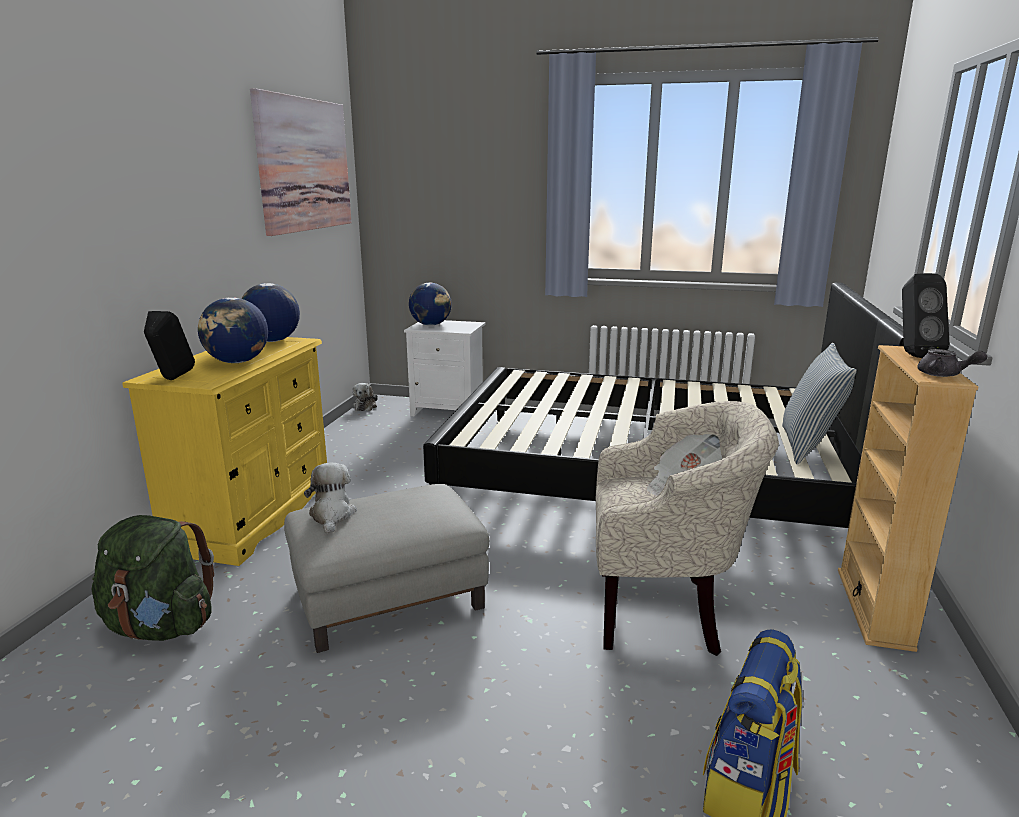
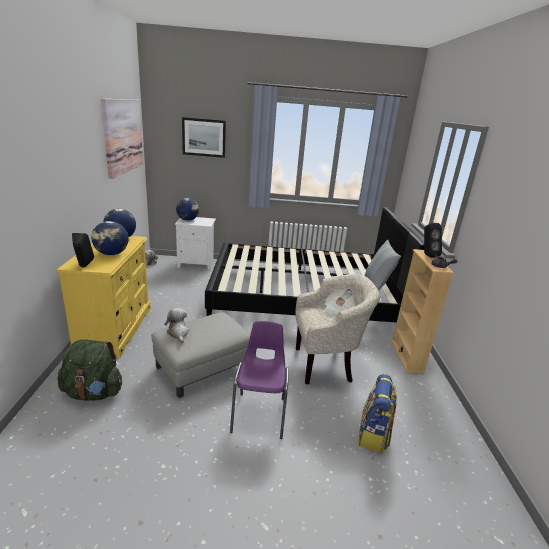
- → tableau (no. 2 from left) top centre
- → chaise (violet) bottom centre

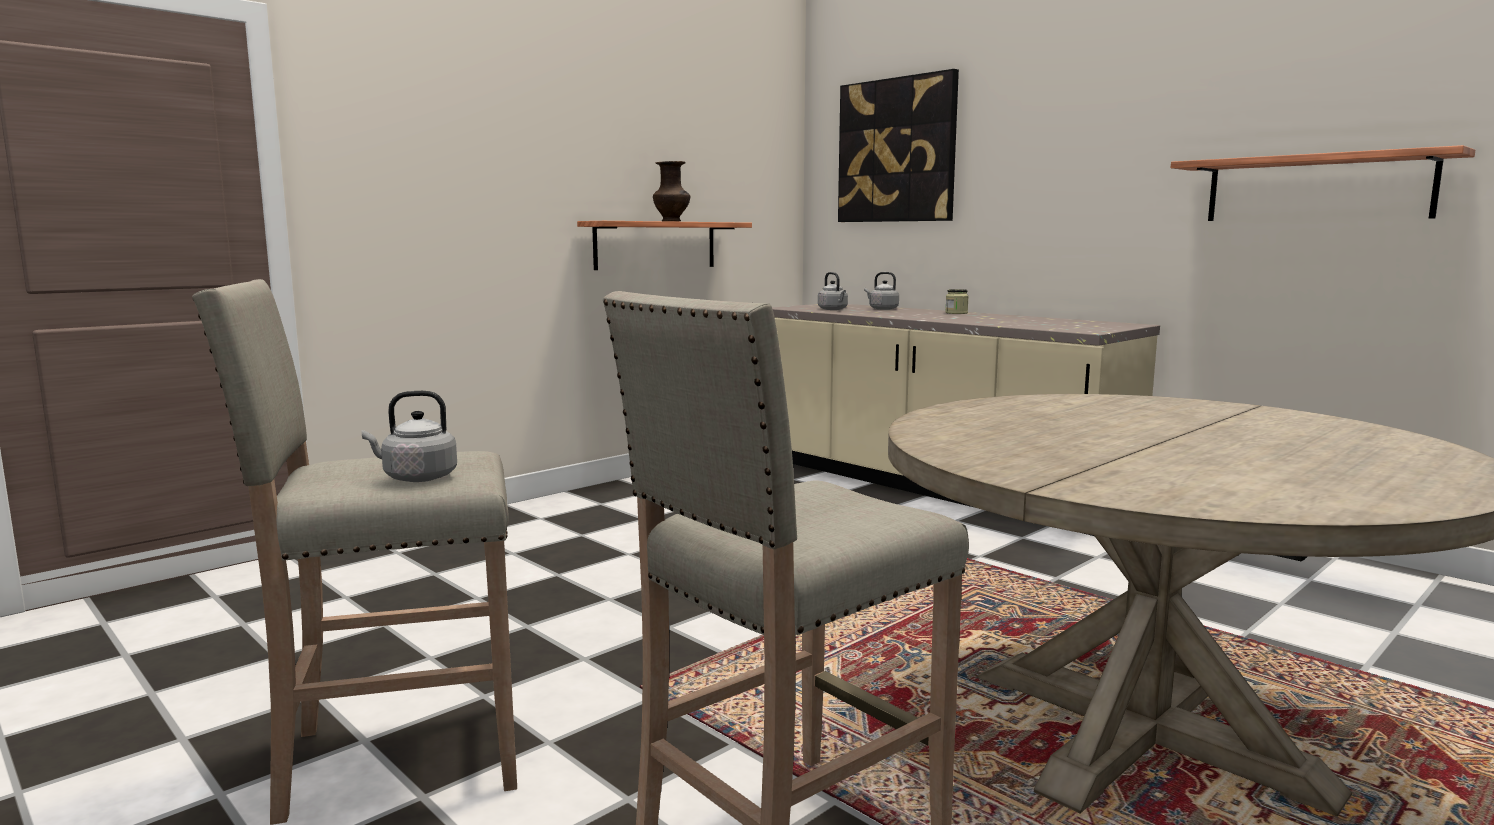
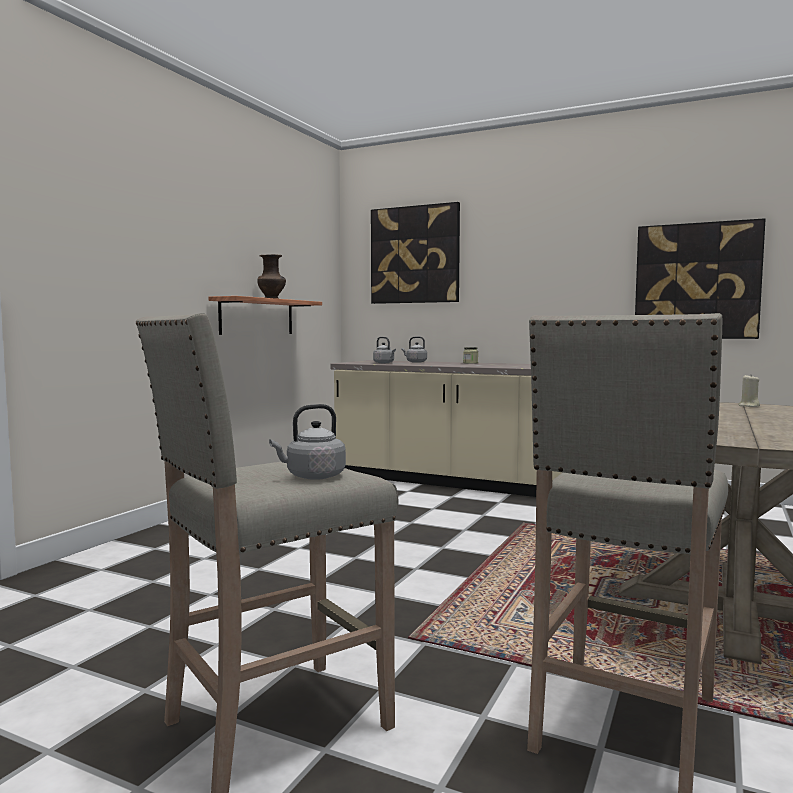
étagère (no. 2 from left) top right → tableau (no. 2 from left) middle right
- → bougie (beige) middle right

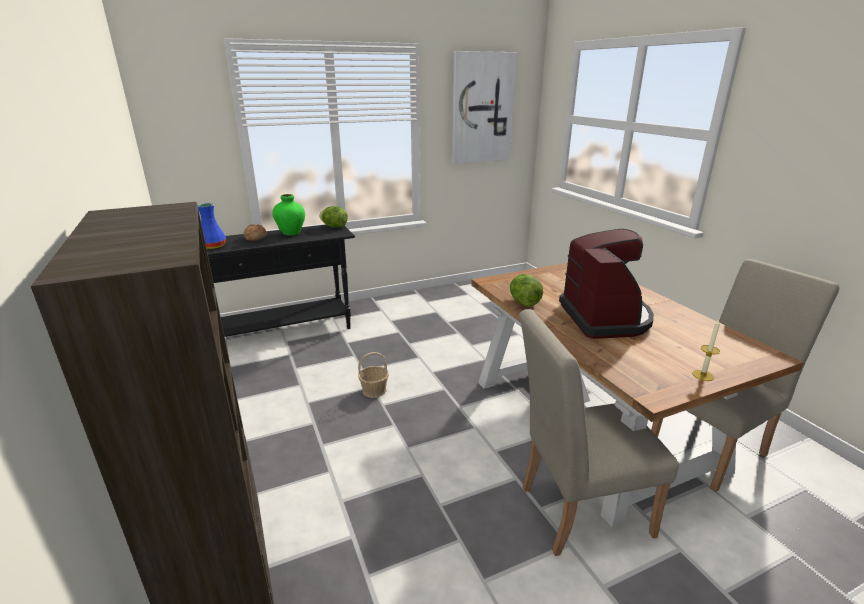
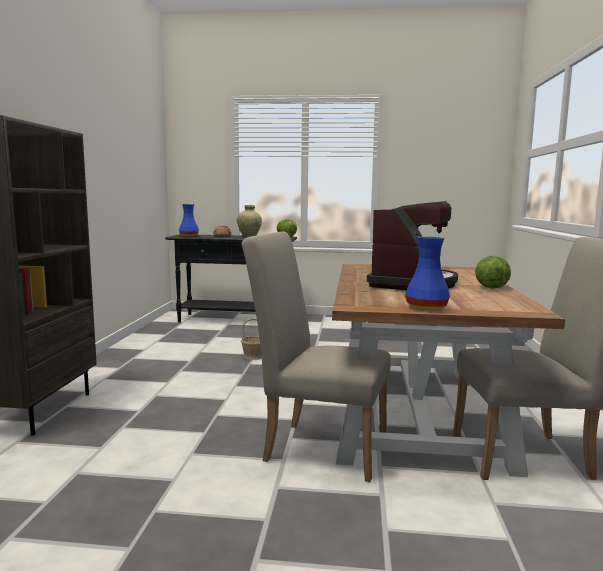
tableau top centre → -
vase (vert) centre → vase (beige) centre
laitue (no. 2 from left) centre → laitue (no. 2 from left) middle right, shifted
bougie middle right → vase (bleu) (no. 2 from left) middle right

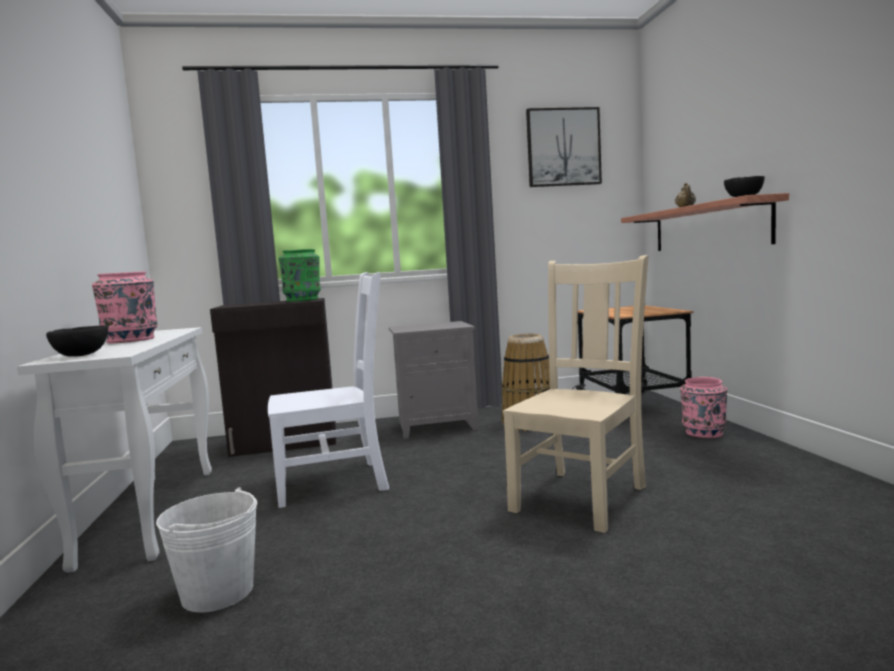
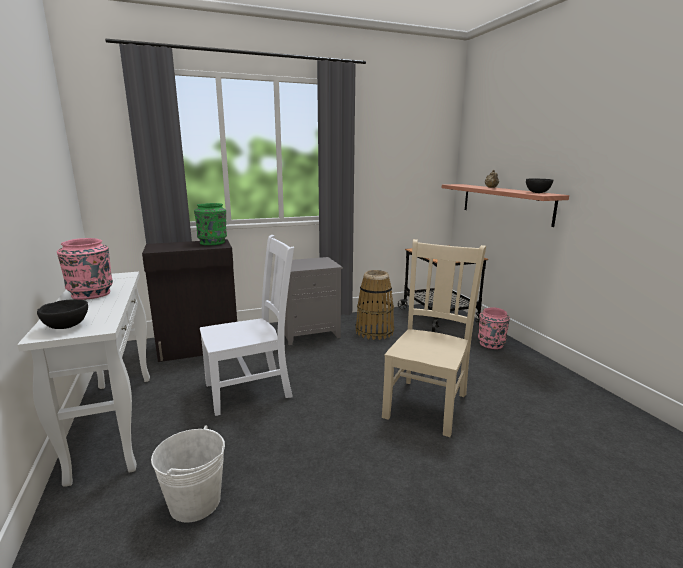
tableau top centre → -

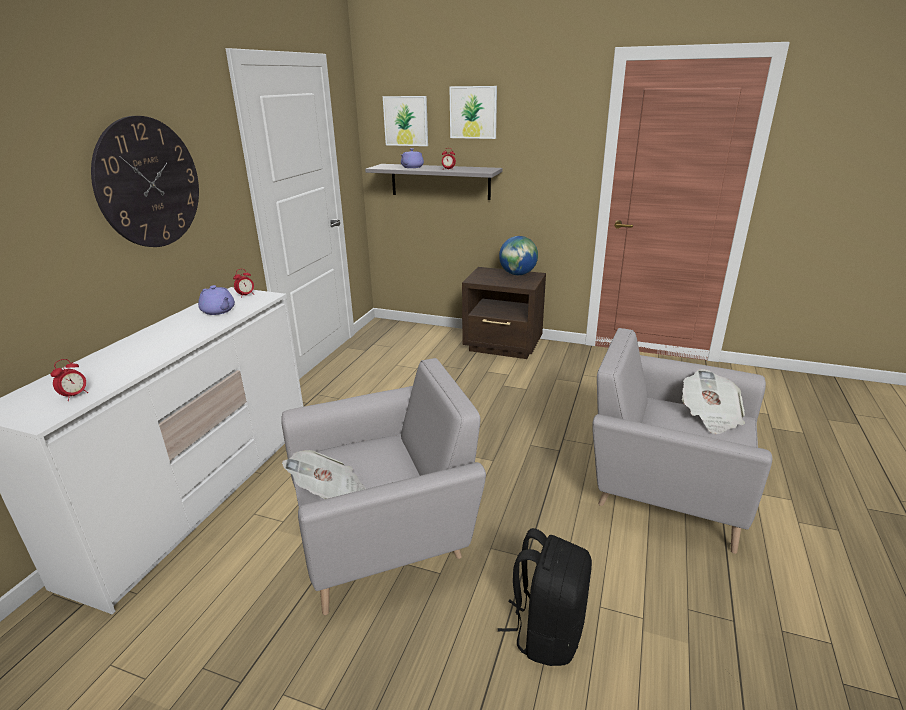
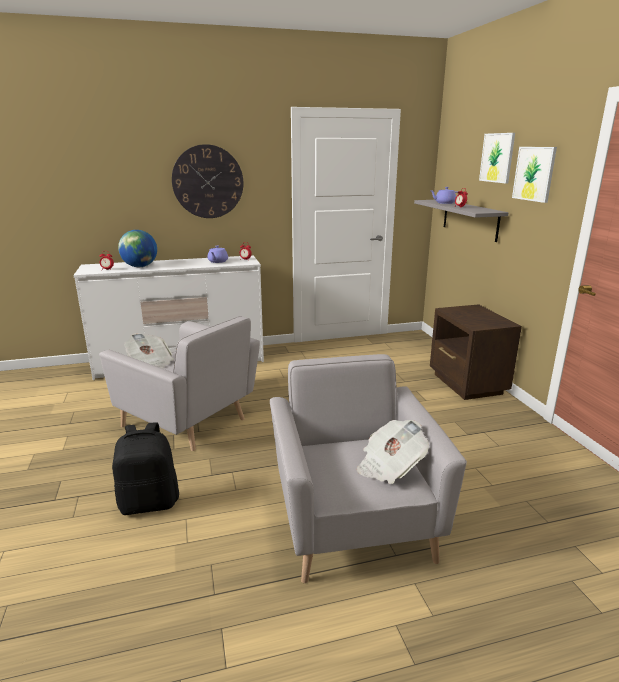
tableau (no. 1 from left in the first image) top centre → tableau (no. 2 from left) top right, shifted
globe centre → globe middle left, shifted

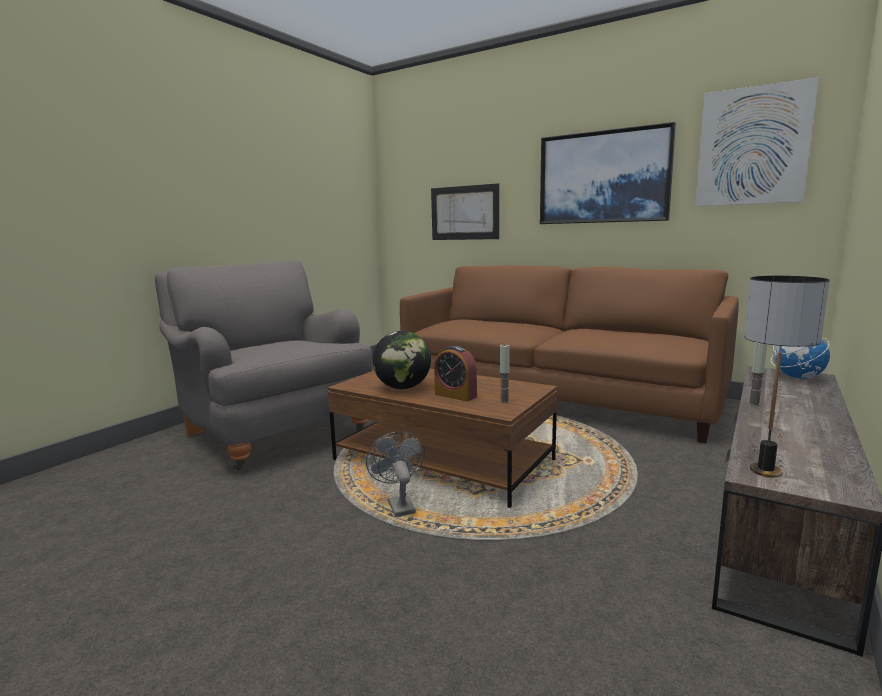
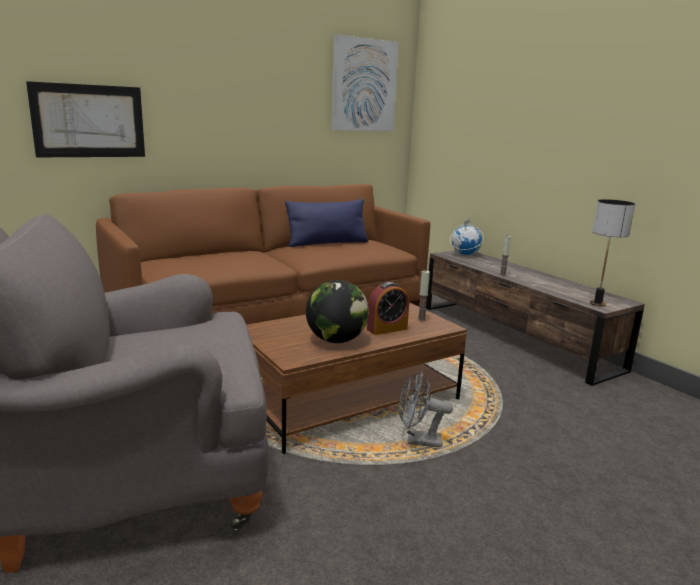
tableau (no. 2 from left) top right → -
- → coussin (bleu) centre

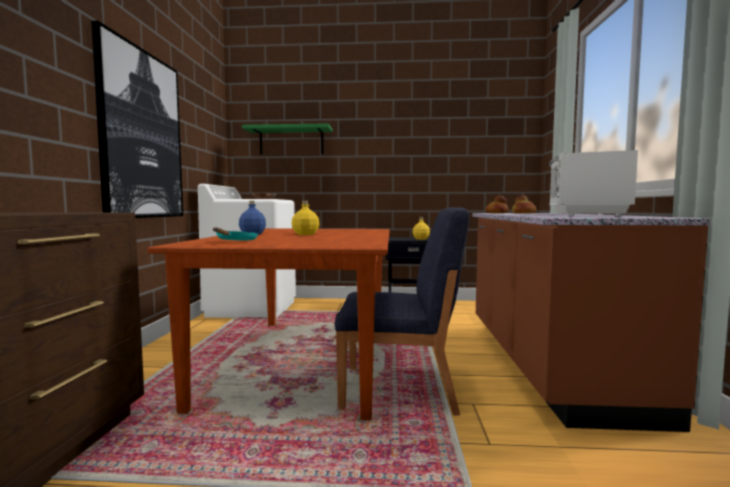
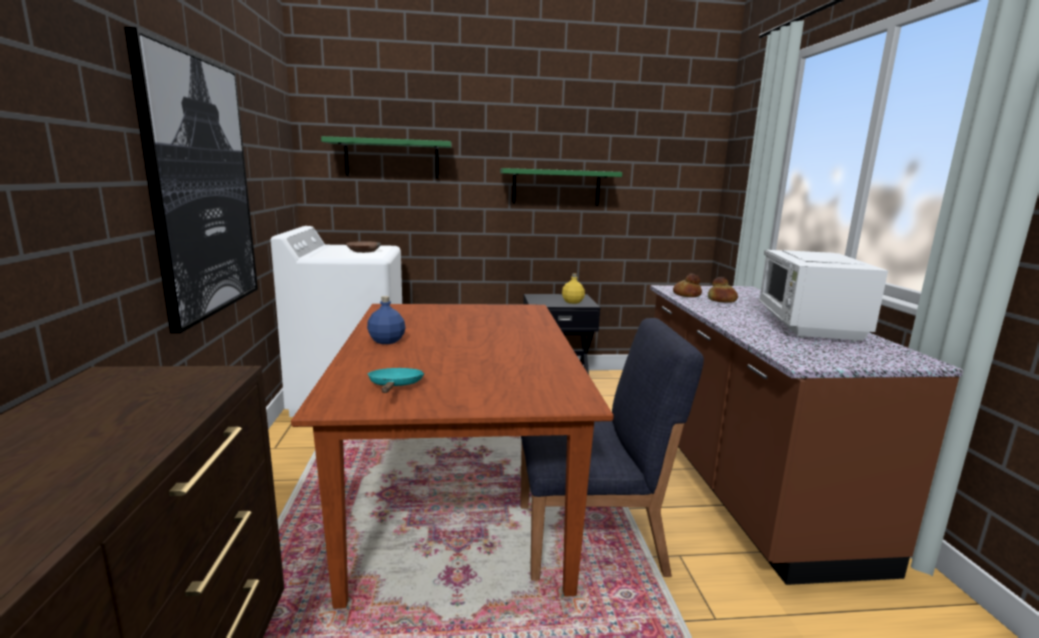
bouteille (jaune) (no. 1 from left) centre → -
- → étagère (vert) (no. 2 from left) top centre

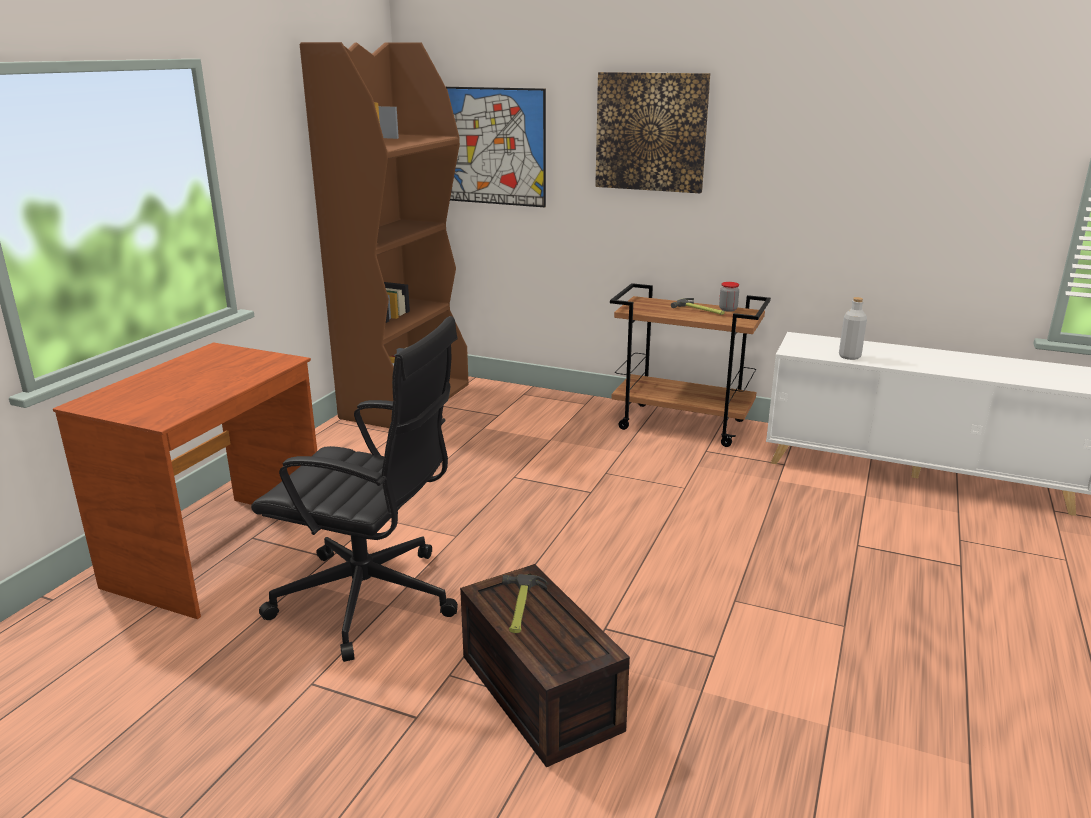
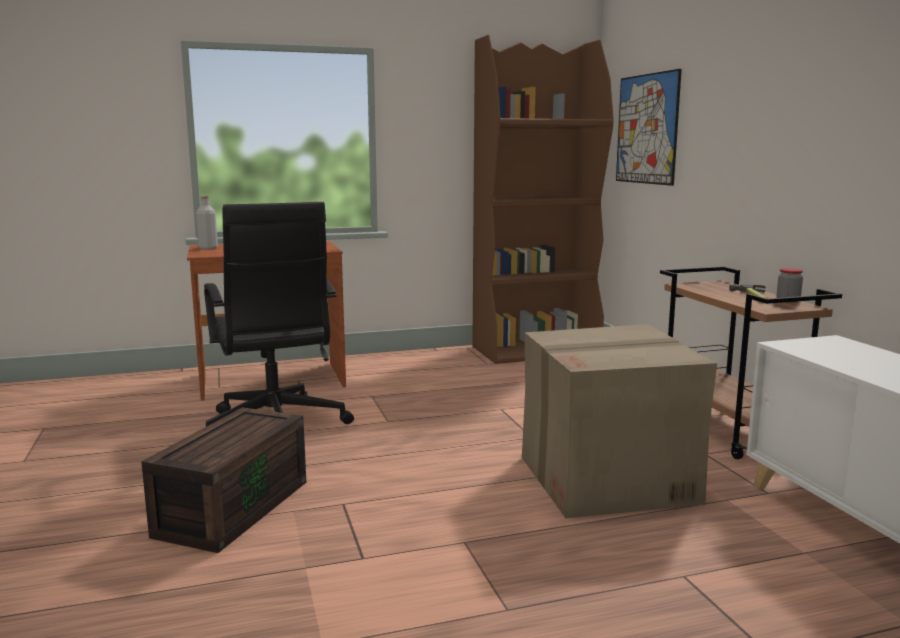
tableau (no. 2 from left) top centre → -
bouteille (gris) middle right → bouteille (gris) middle left, shifted
marteau (no. 1 from left) bottom centre → -
- → carton middle right

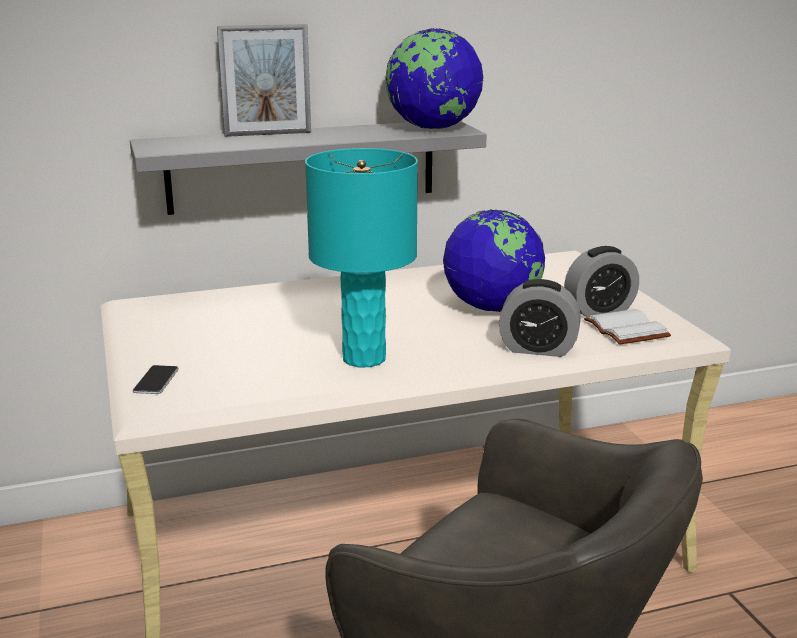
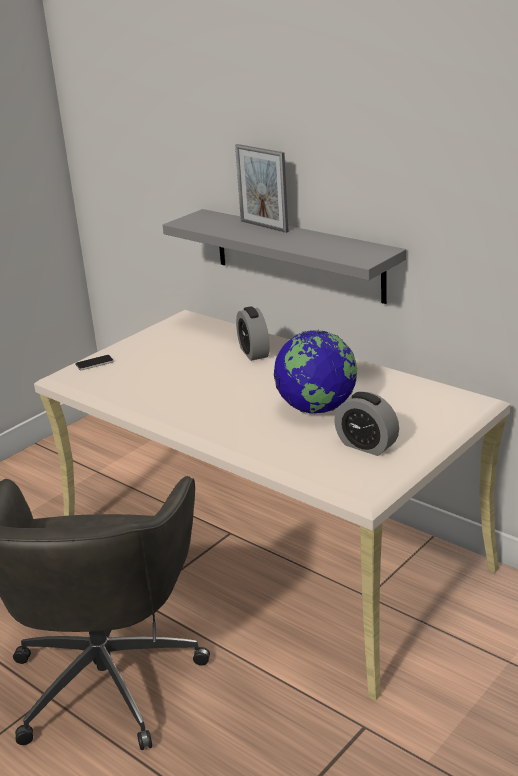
globe (no. 1 from left) top centre → -
lampe de table (turquoise) centre → -
réveil (no. 1 from left) middle right → réveil (no. 1 from left) centre, shifted
livre (blanc) middle right → -

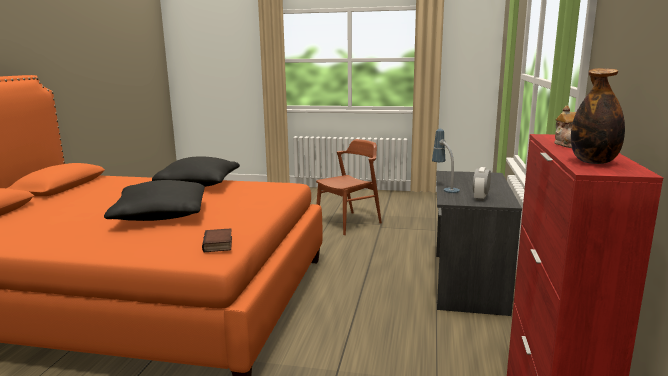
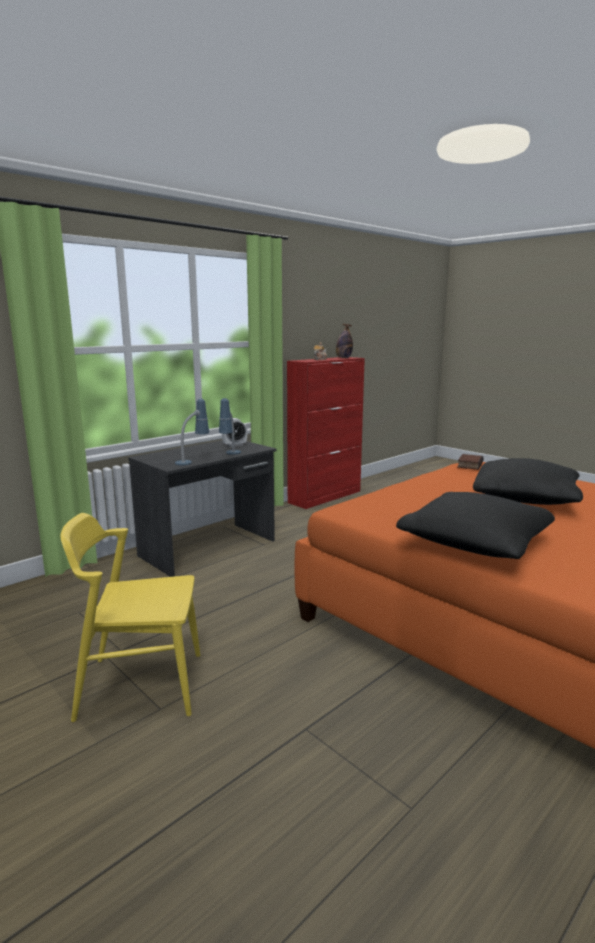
chaise (marron) centre → chaise (jaune) middle left
- → lampe de table (no. 1 from left) middle left

